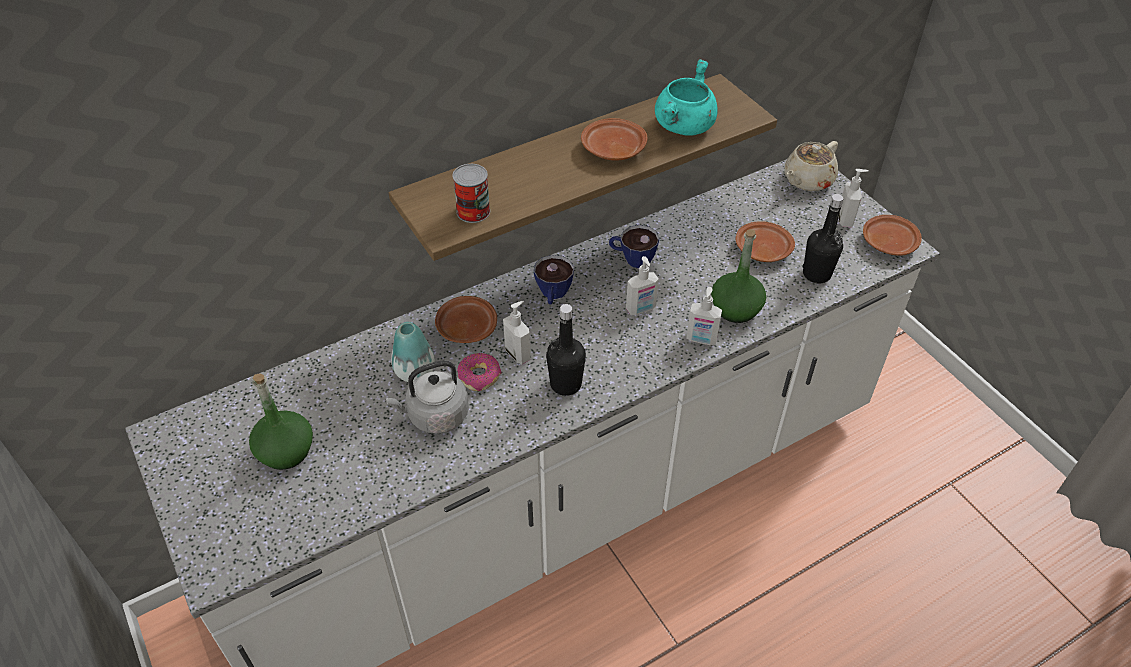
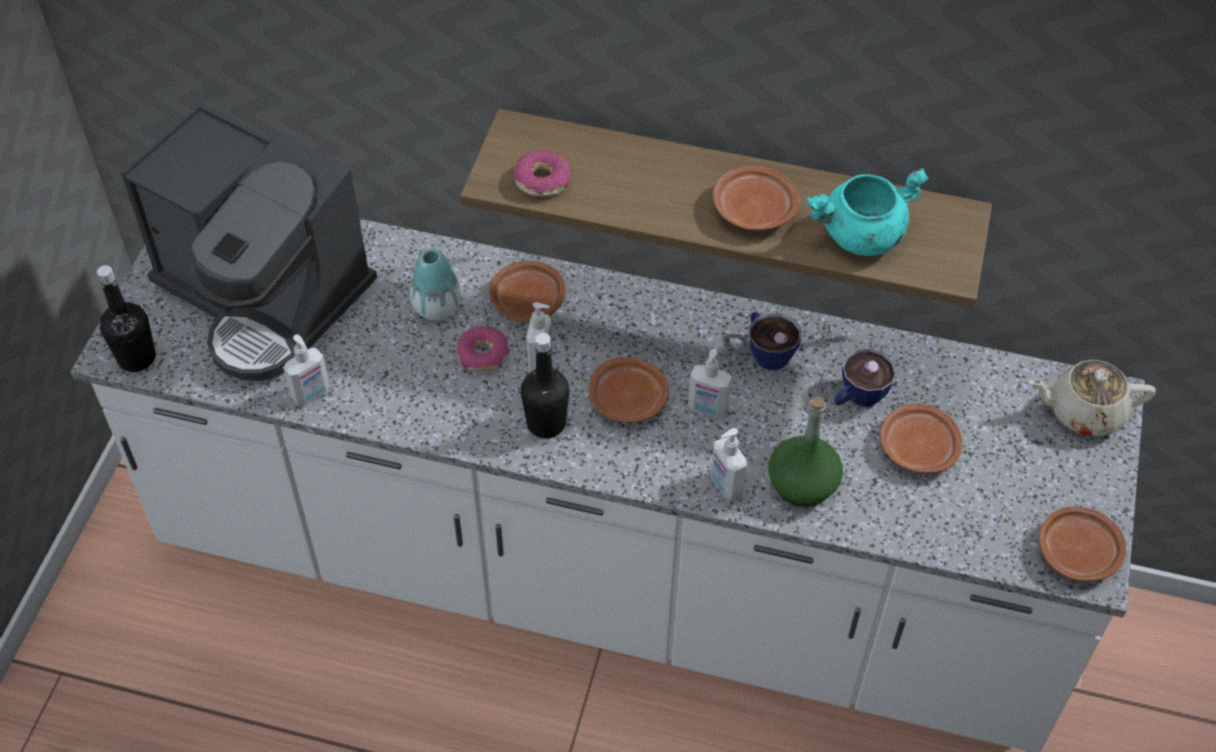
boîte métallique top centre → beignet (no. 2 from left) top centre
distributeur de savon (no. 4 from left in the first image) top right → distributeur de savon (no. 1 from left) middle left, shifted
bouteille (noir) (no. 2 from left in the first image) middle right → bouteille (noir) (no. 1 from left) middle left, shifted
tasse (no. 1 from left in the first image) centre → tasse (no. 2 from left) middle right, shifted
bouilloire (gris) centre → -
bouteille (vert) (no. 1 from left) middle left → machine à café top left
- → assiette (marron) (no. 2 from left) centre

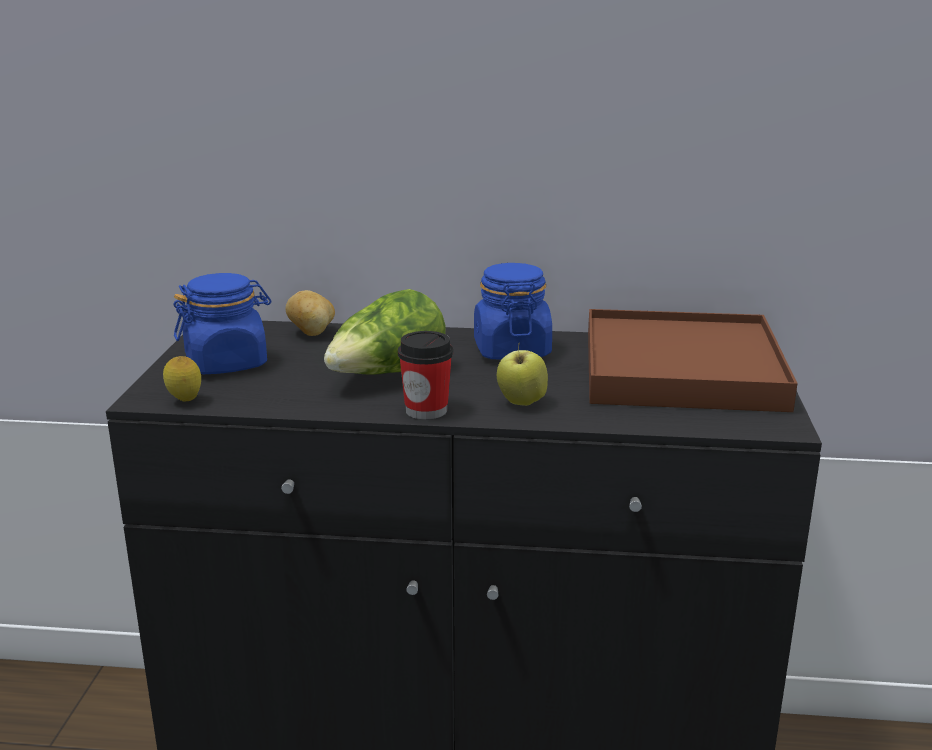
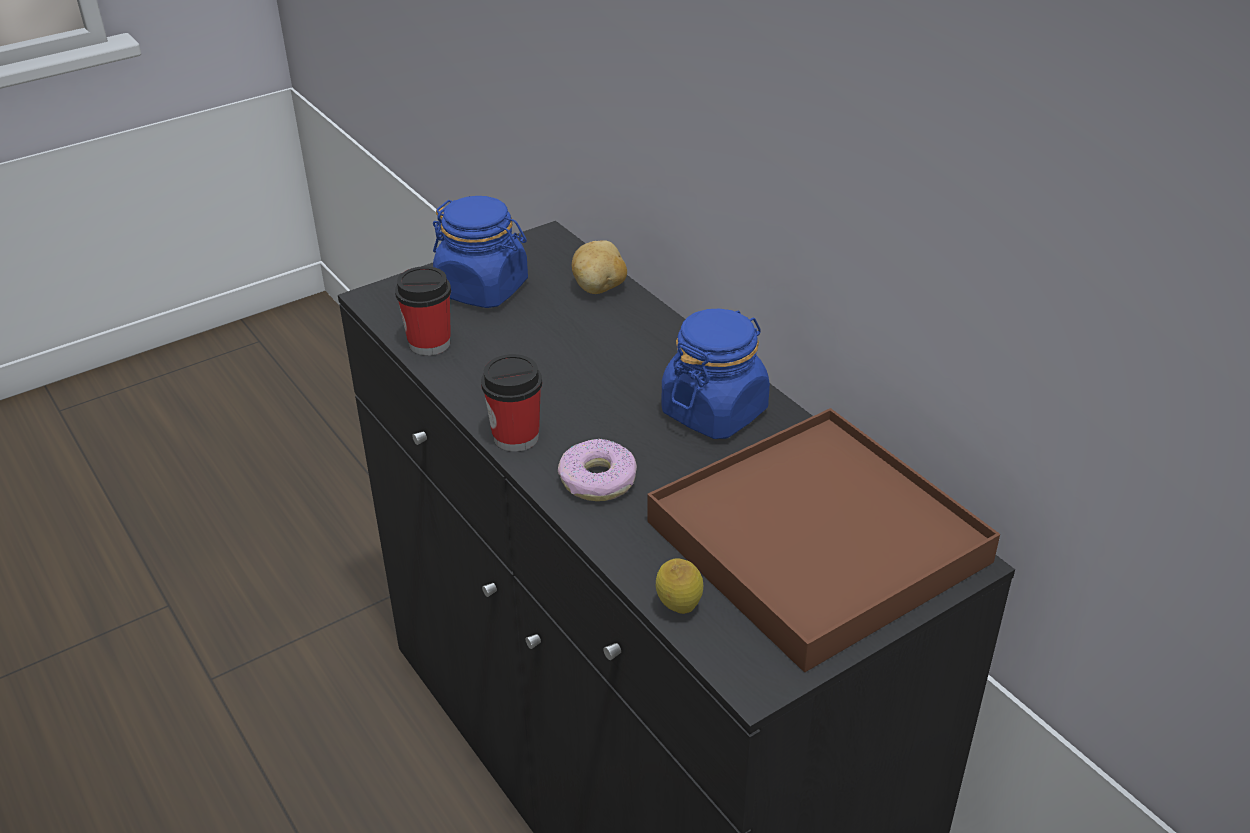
laitue centre → -
pomme centre → beignet centre
citron middle left → citron bottom centre, shifted
- → tasse (no. 1 from left) centre

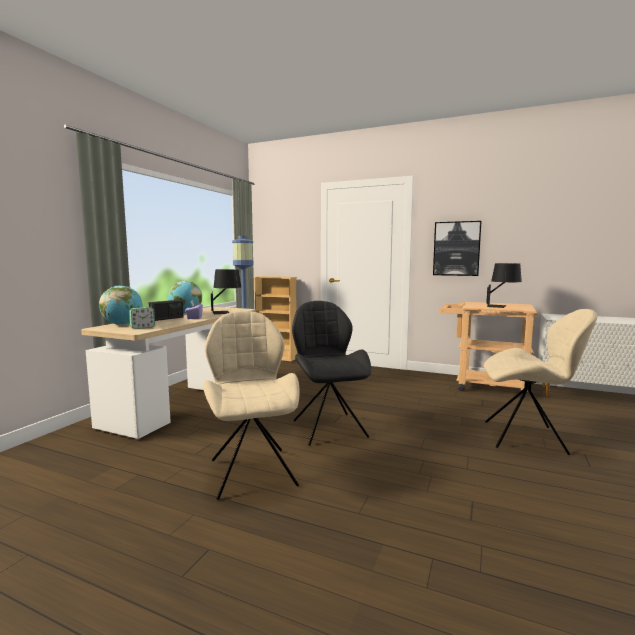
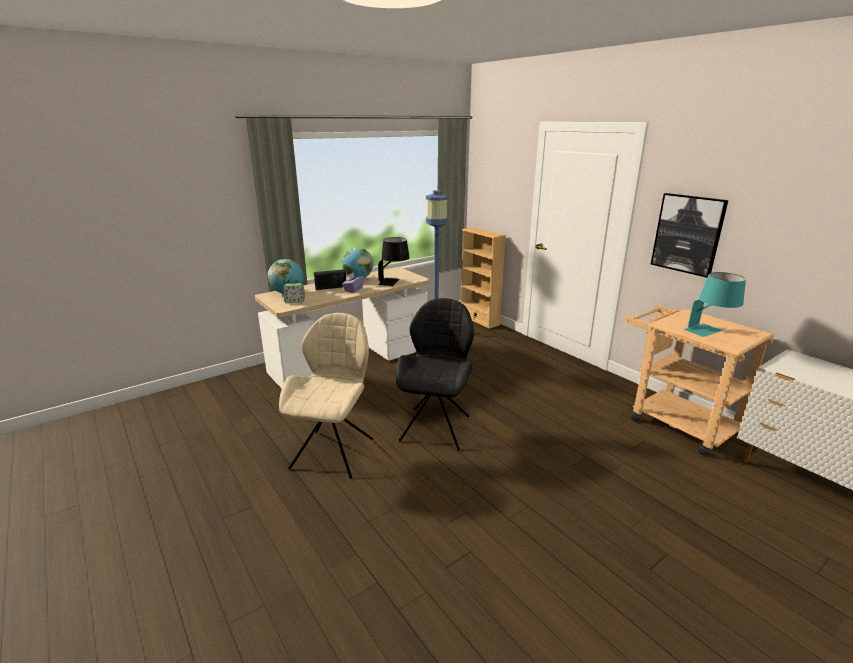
lampe de table (noir) (no. 2 from left) middle right → lampe de table (turquoise) middle right
chaise (beige) (no. 2 from left) middle right → -

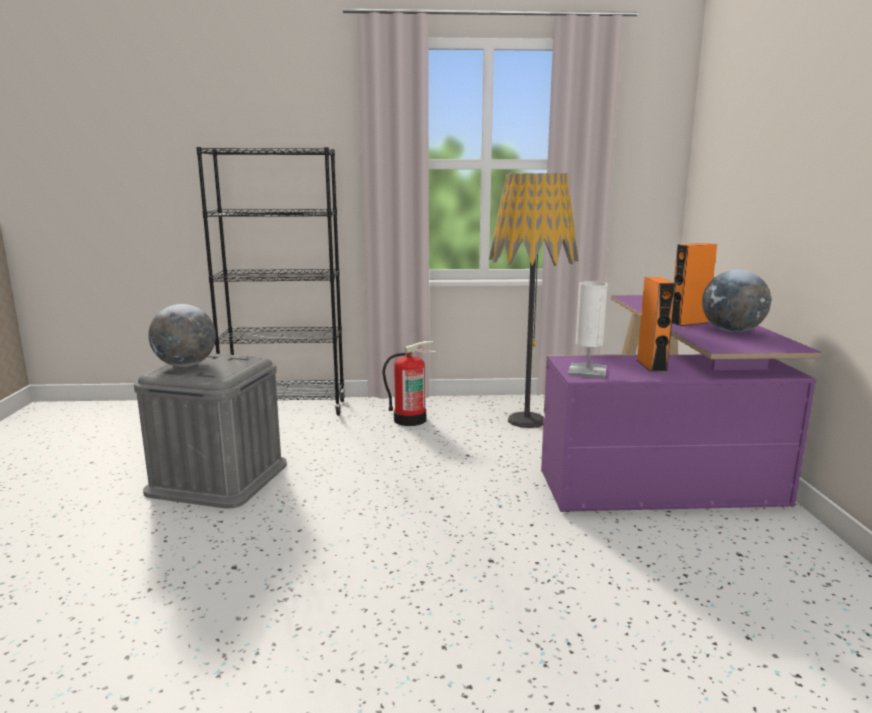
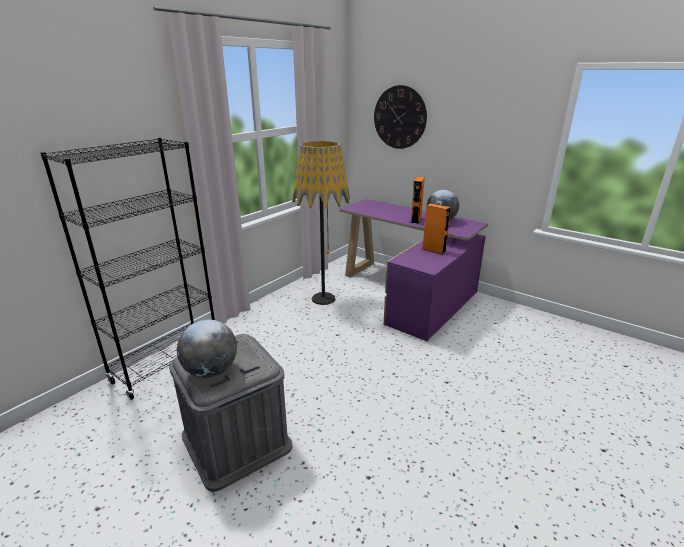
lampe de table (blanc) middle right → -
extincteur centre → -
- → horloge murale top centre

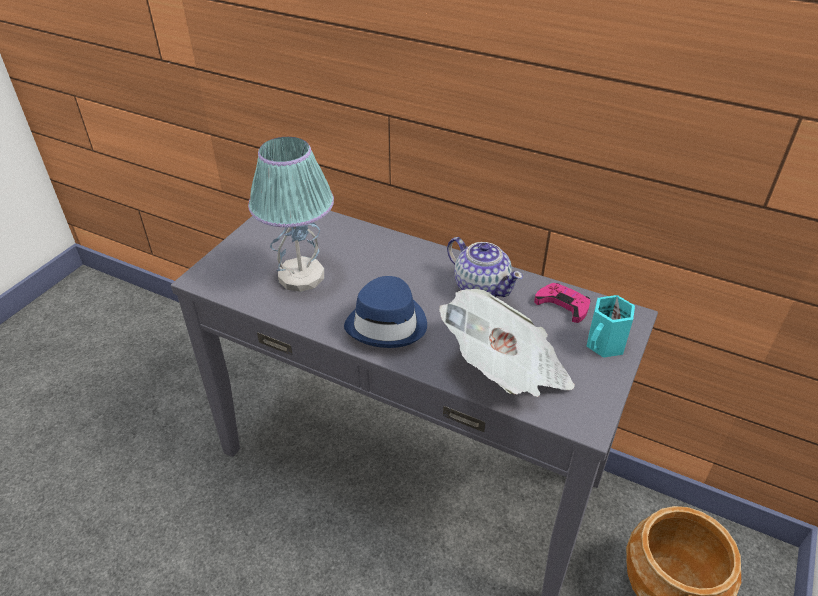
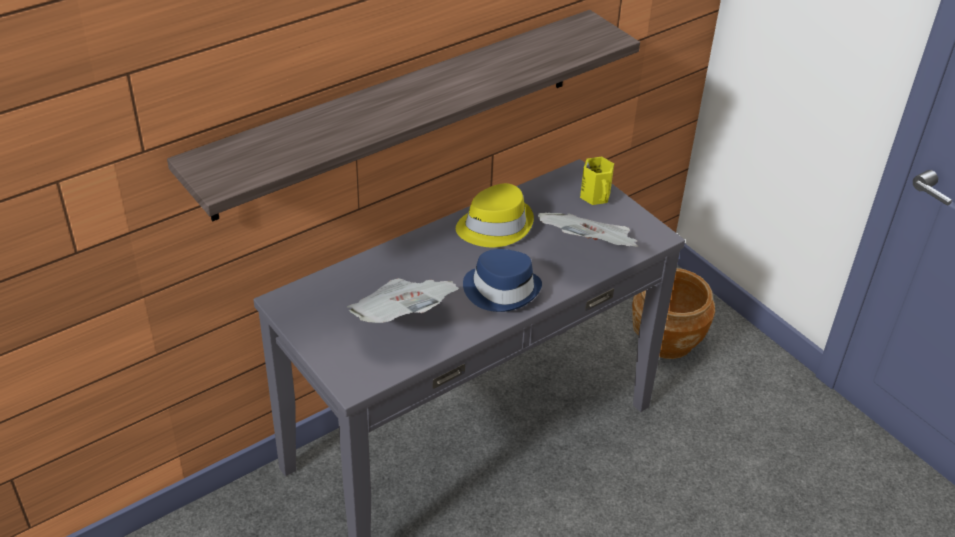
lampe de table centre → journal (no. 1 from left) centre
théière centre → chapeau (jaune) centre
manette (rose) middle right → -
mug (turquoise) middle right → mug (jaune) centre
- → étagère top centre

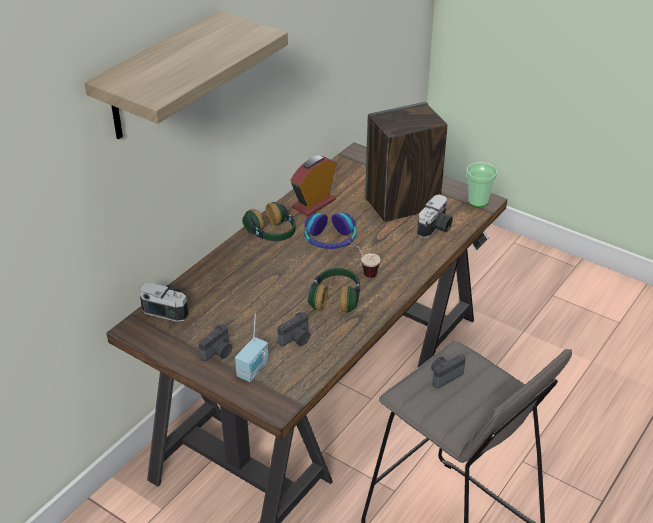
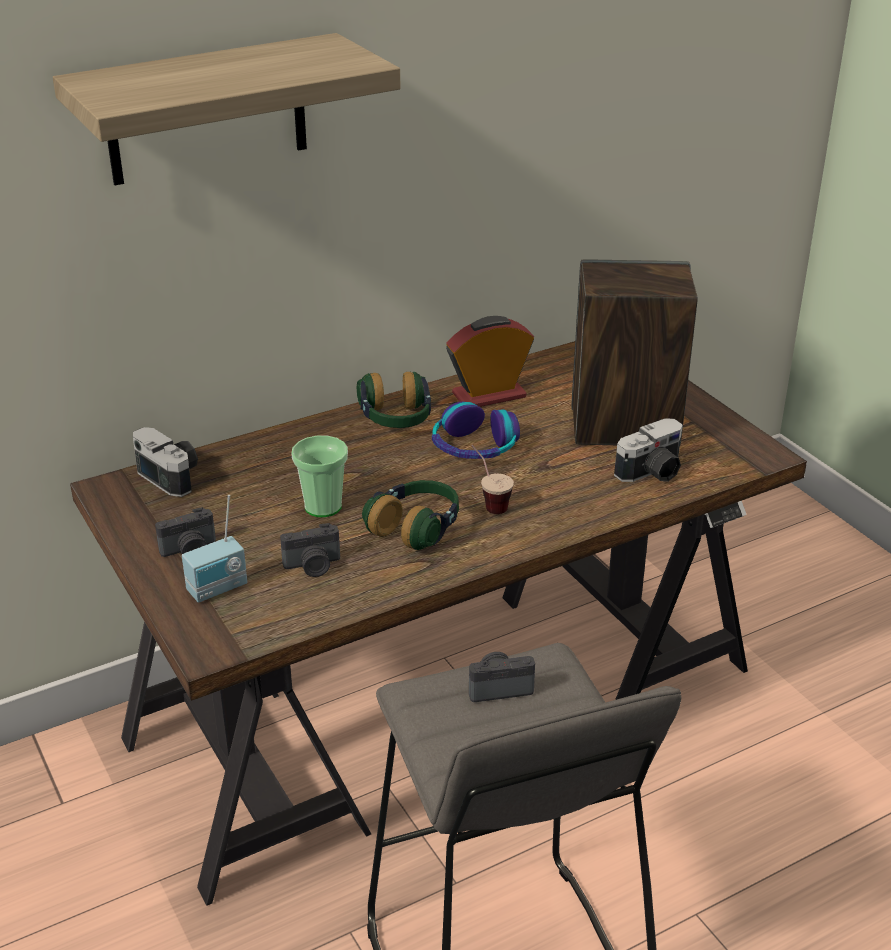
tasse (no. 2 from left in the first image) middle right → tasse (no. 1 from left) centre, shifted

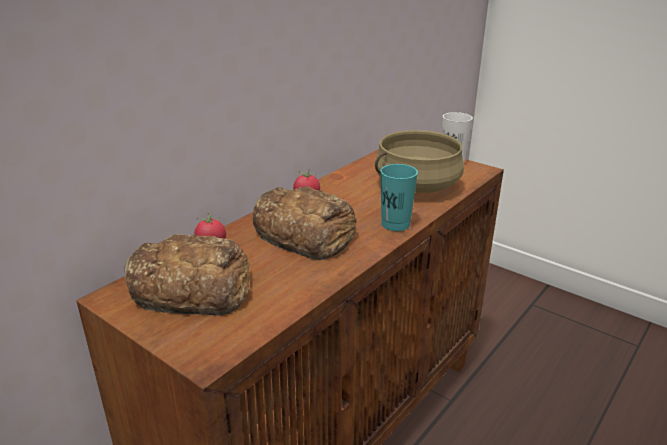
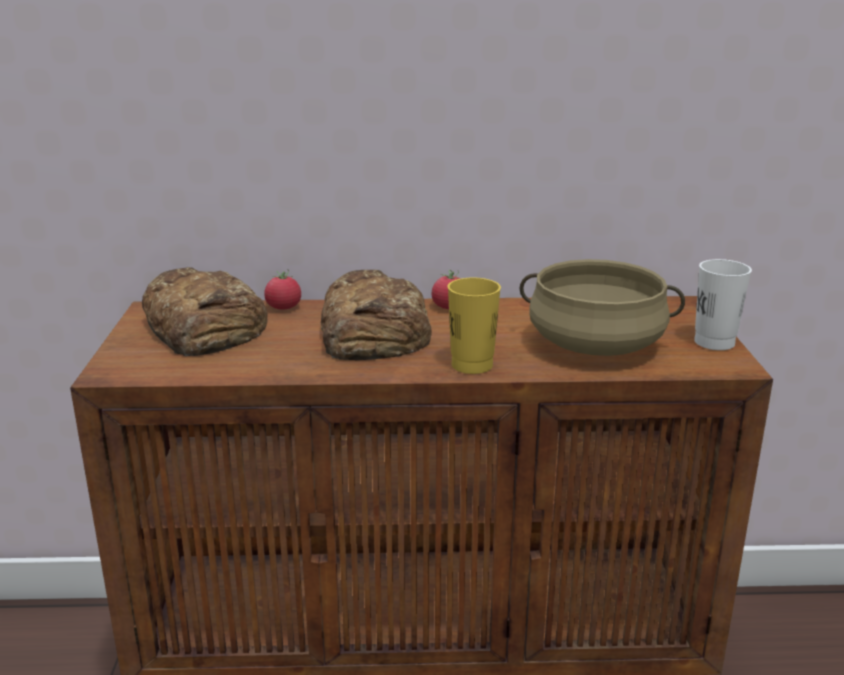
tasse (turquoise) centre → tasse (jaune) centre

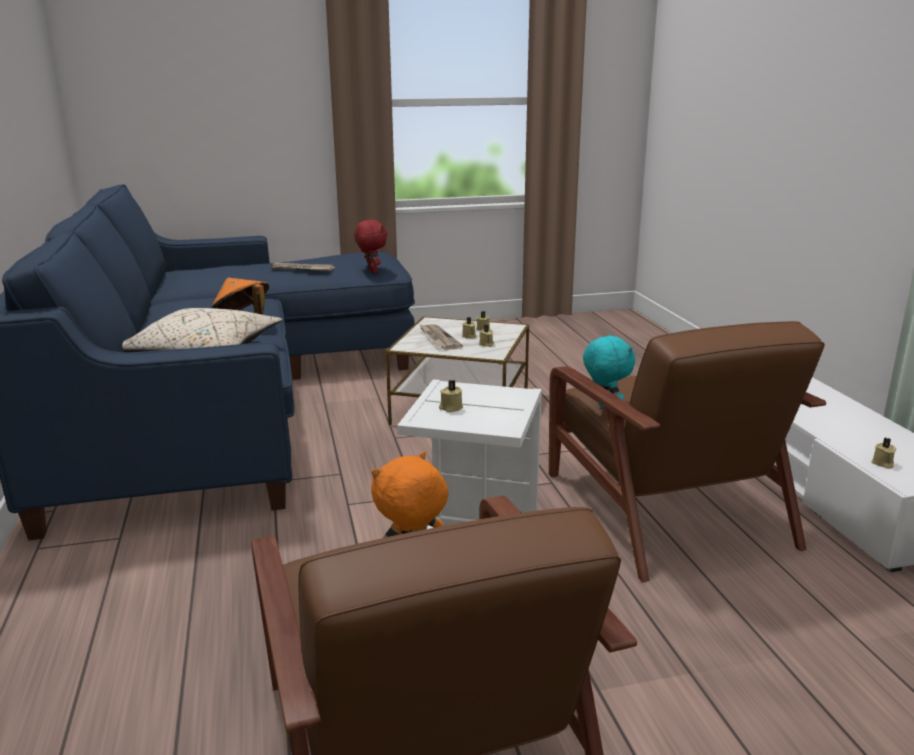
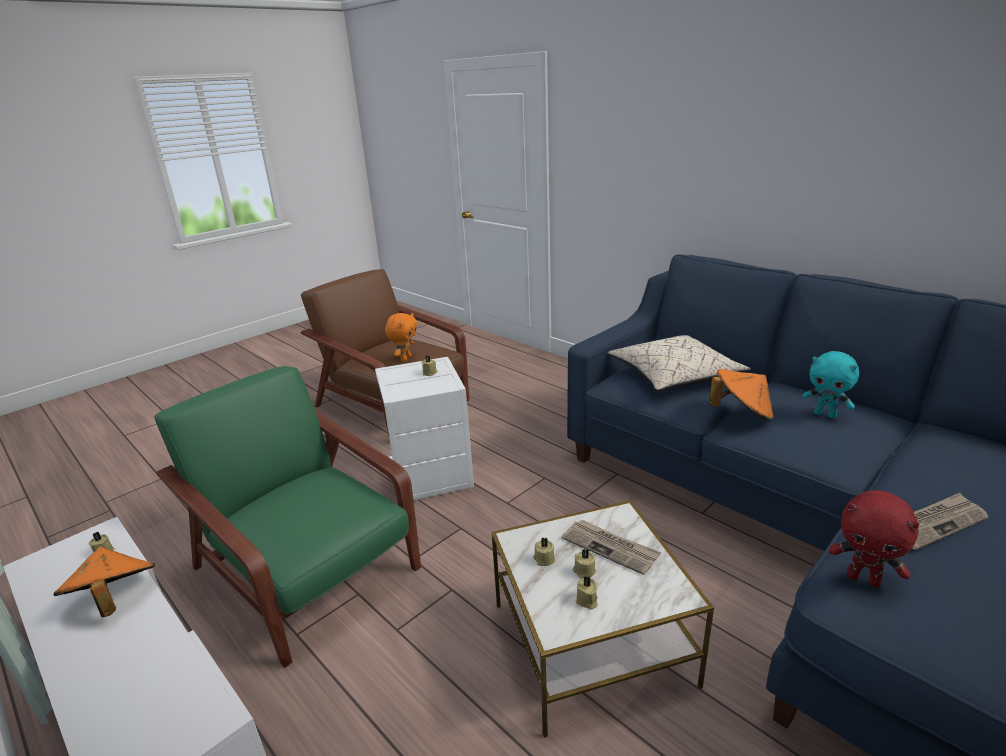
fauteuil (marron) (no. 2 from left) middle right → fauteuil (vert) bottom left
peluche (turquoise) centre → peluche (turquoise) middle right, shifted
- → chapeau (orange) (no. 1 from left) bottom left

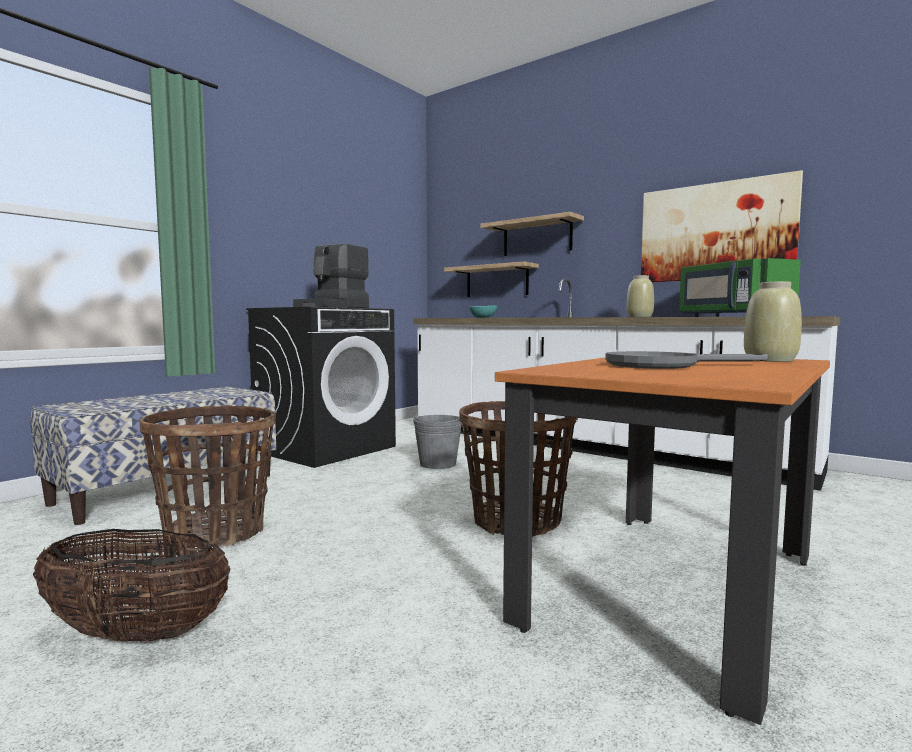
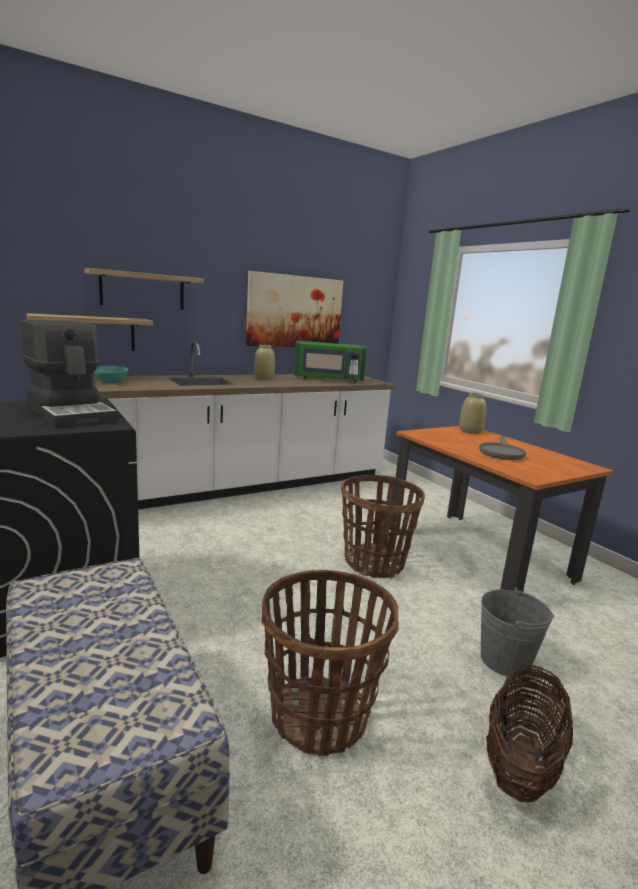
seau (gris) centre → seau (gris) bottom right, shifted

